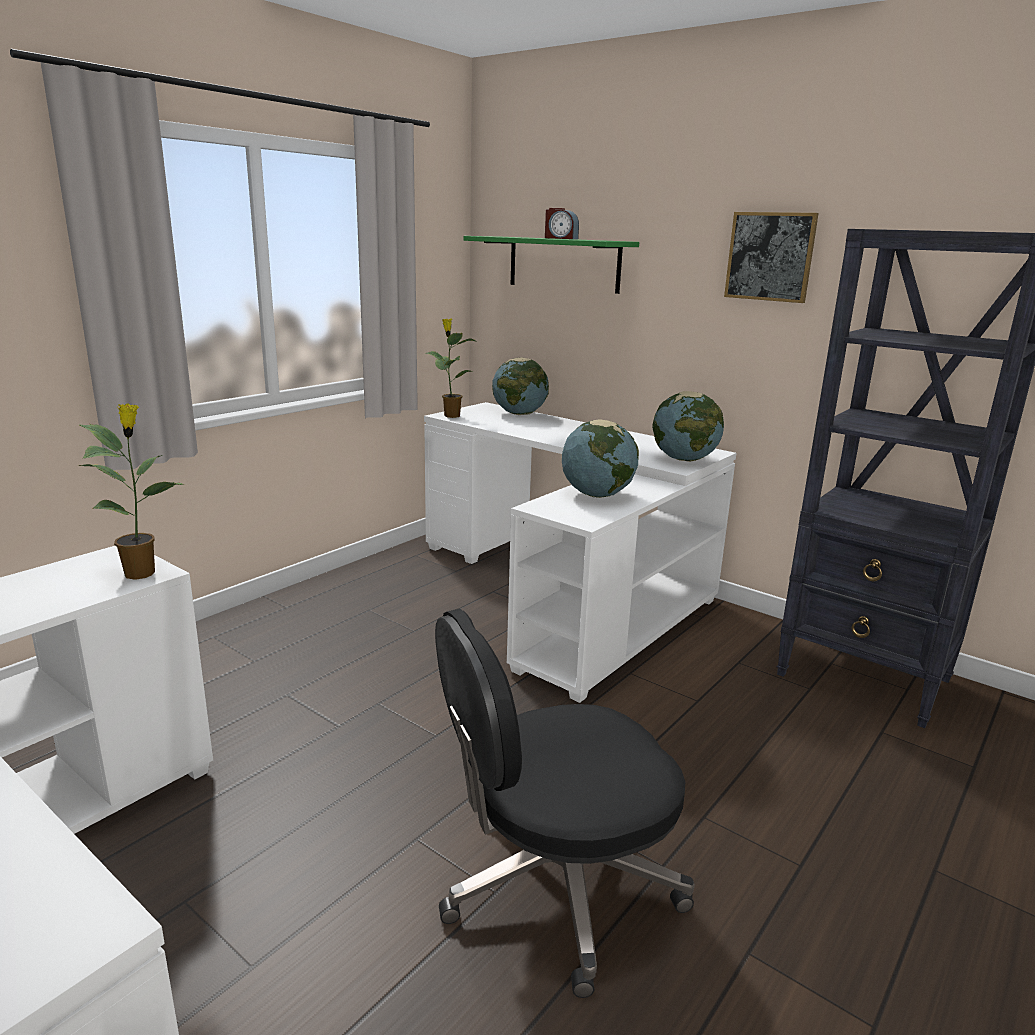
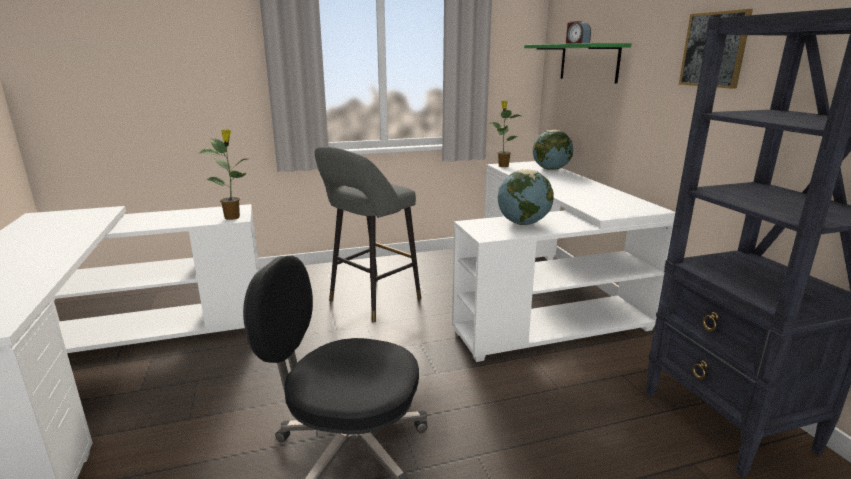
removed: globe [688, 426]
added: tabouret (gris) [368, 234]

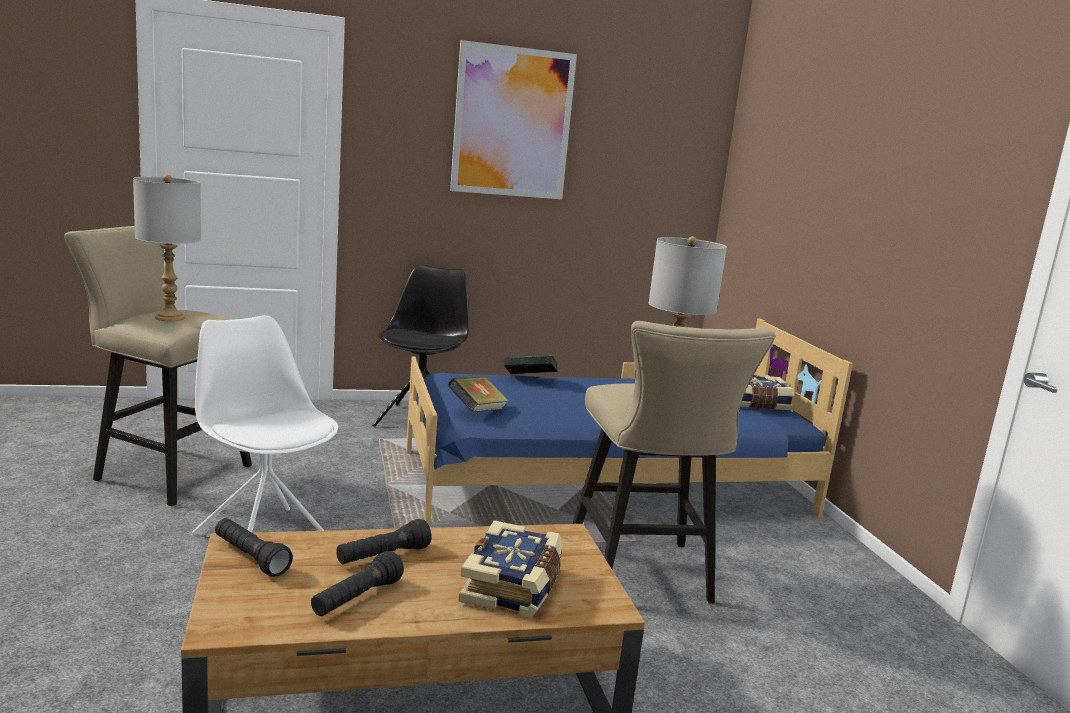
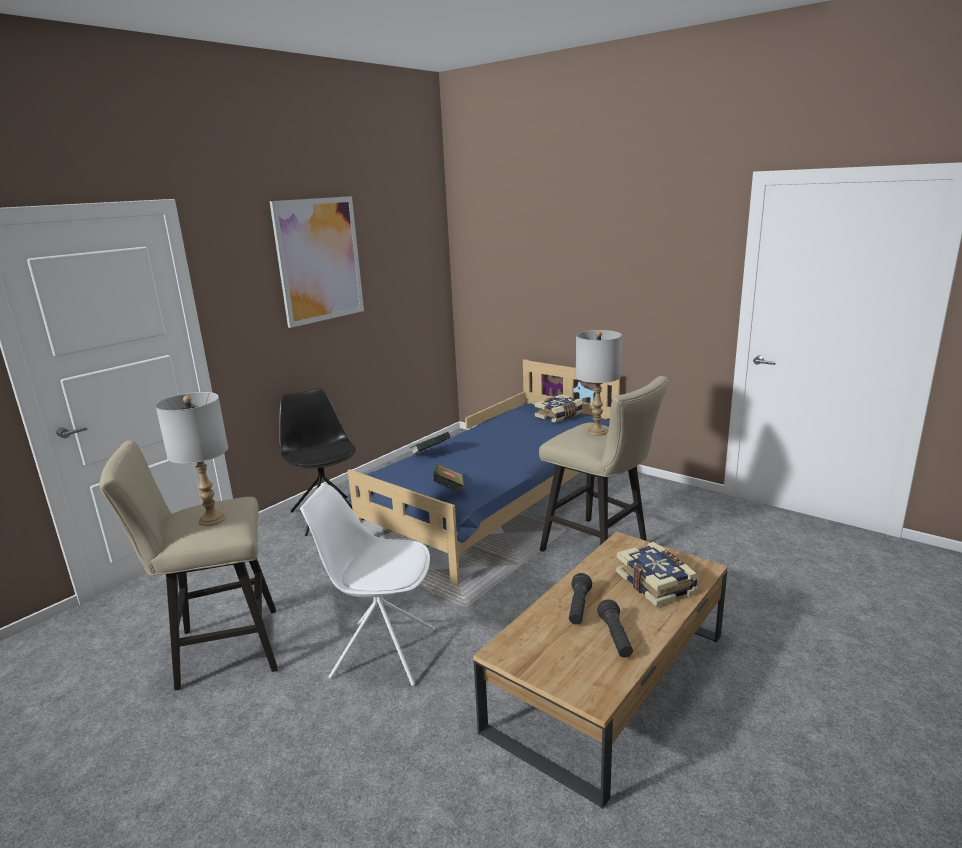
removed: lampe de poche (noir) [254, 547]

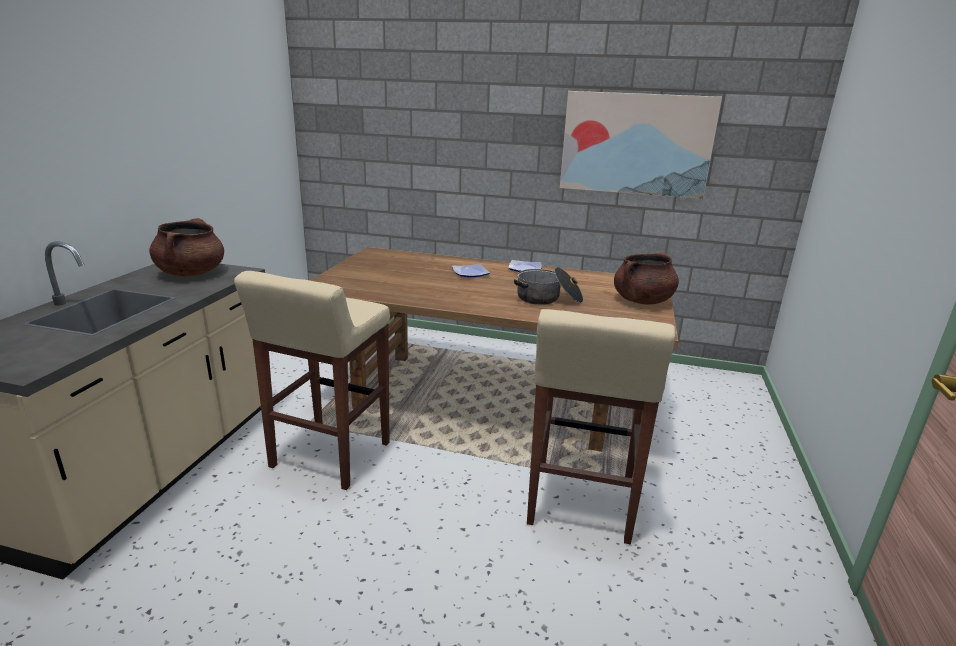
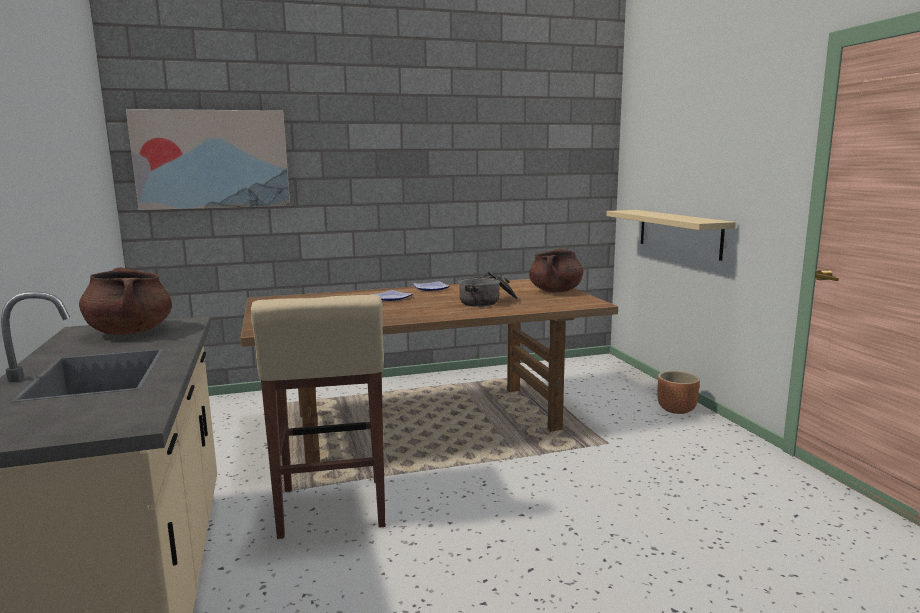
removed: tabouret (beige) [601, 426]
added: étagère (beige) [671, 235]; cache-pot (marron) [678, 392]
moved: tableau [641, 145] to [208, 159]

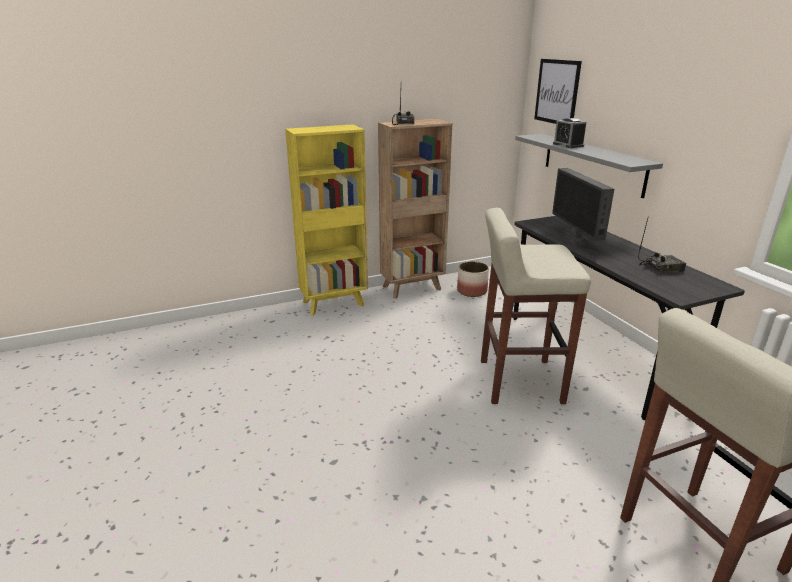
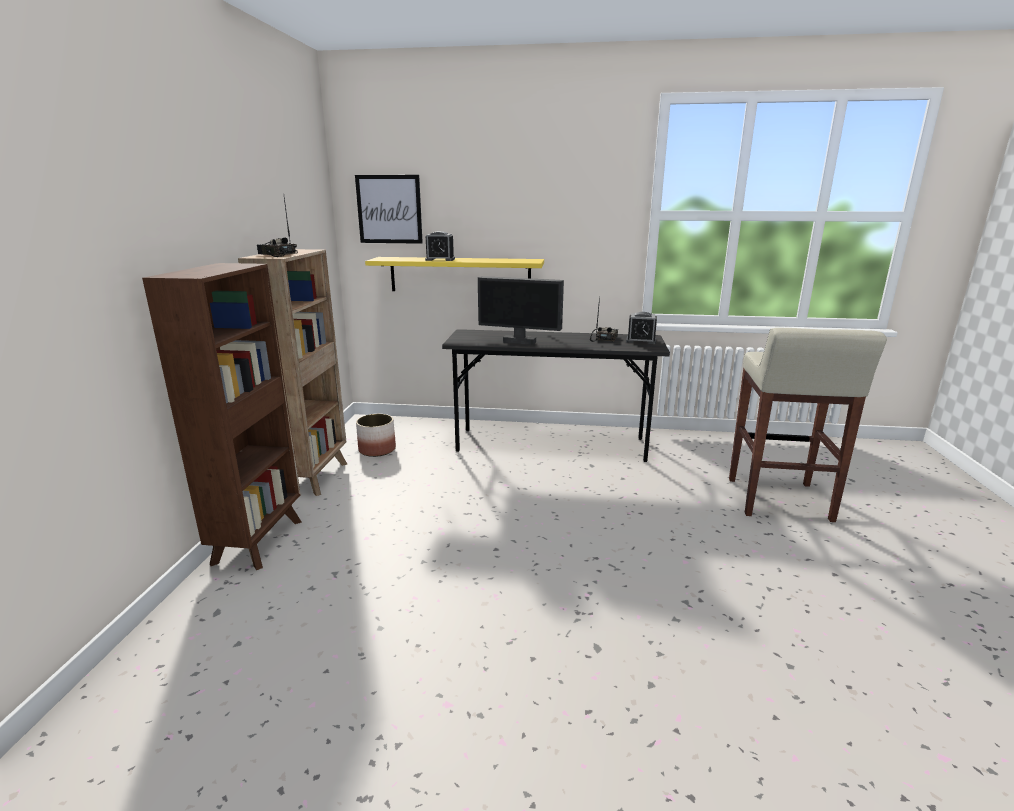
removed: tabouret (beige) [536, 306]
added: réveil [641, 328]
recoloured: bibliothèque (jaune) [326, 220] to bibliothèque (marron) [222, 416]; étagère (gris) [589, 166] to étagère (jaune) [454, 274]

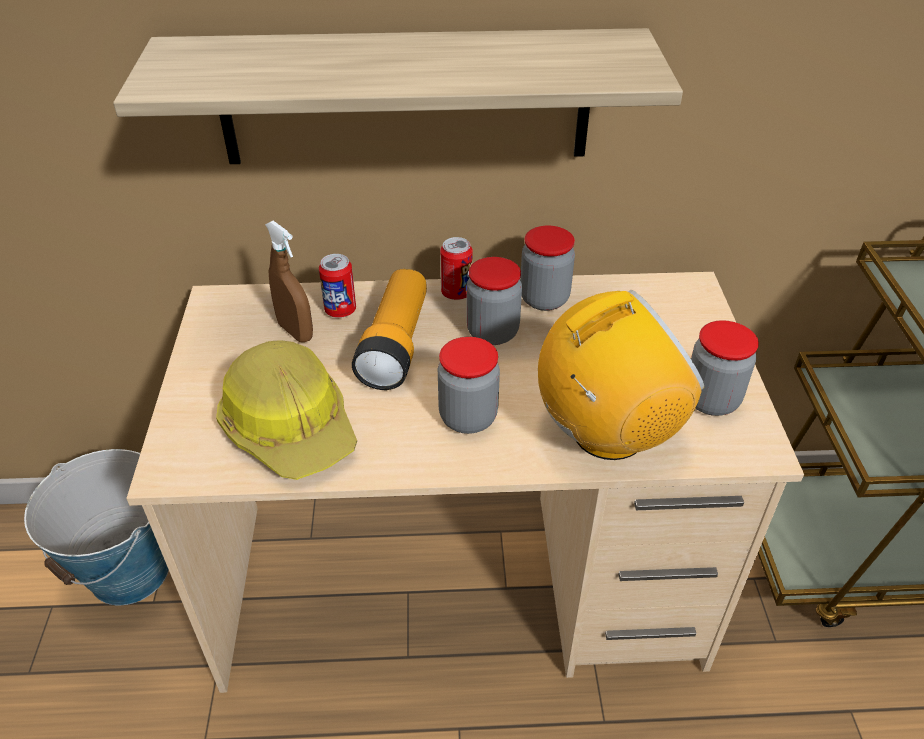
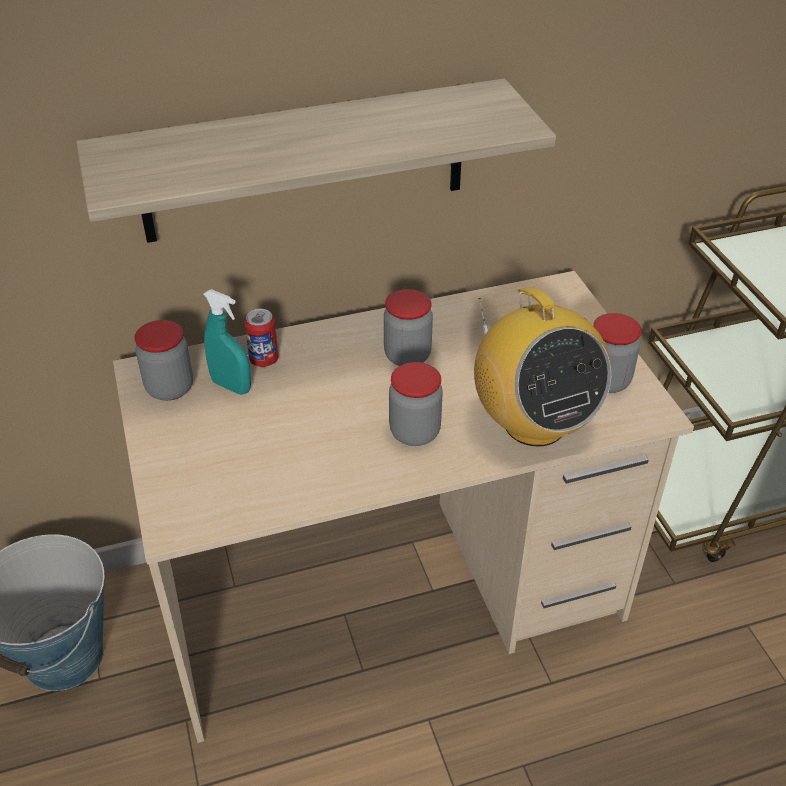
removed: boîte métallique [456, 268]; lampe de poche [389, 329]; casque de chantier [286, 410]
moved: bocal [547, 268] to [163, 360]
recoloured: vaporisateur (marron) [289, 281] to vaporisateur (turquoise) [227, 342]
turned: radio [621, 375] = [542, 366] 105 degrees clockwise

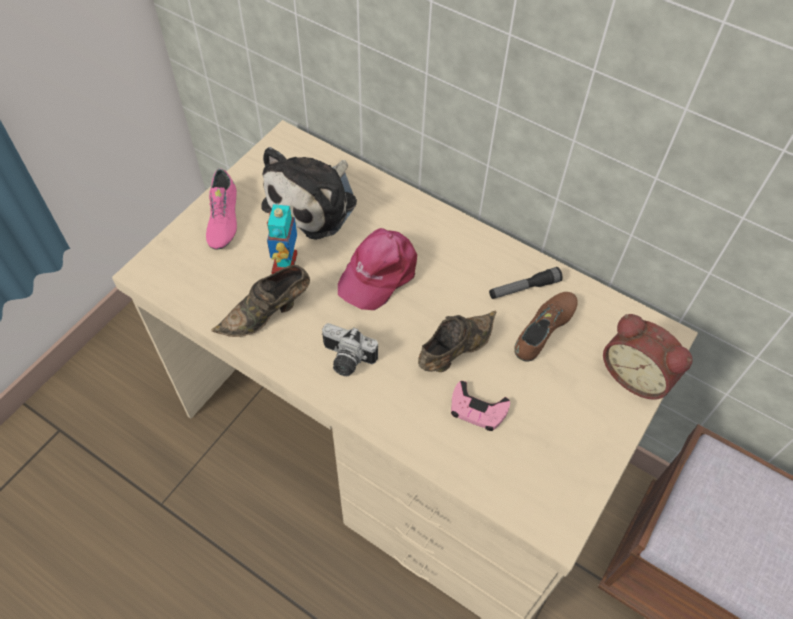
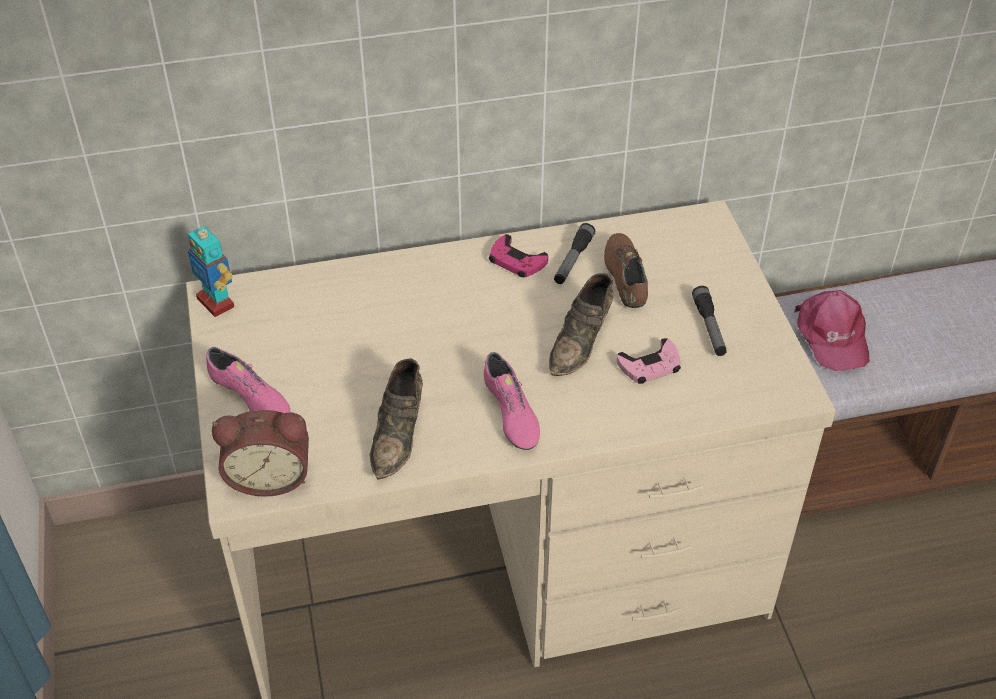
removed: peluche [309, 193]
added: manette (rose) [518, 255]; lampe de poche [709, 321]
moved: robot jouet [282, 238] to [211, 270]; casquette (rose) [377, 269] to [831, 330]; réveil [648, 357] to [260, 453]
replaced: appareil photo [350, 349] to chaussure (rose) [512, 401]
turned: chaussure (marron) [457, 341] = [581, 324] 150 degrees counterclockwise

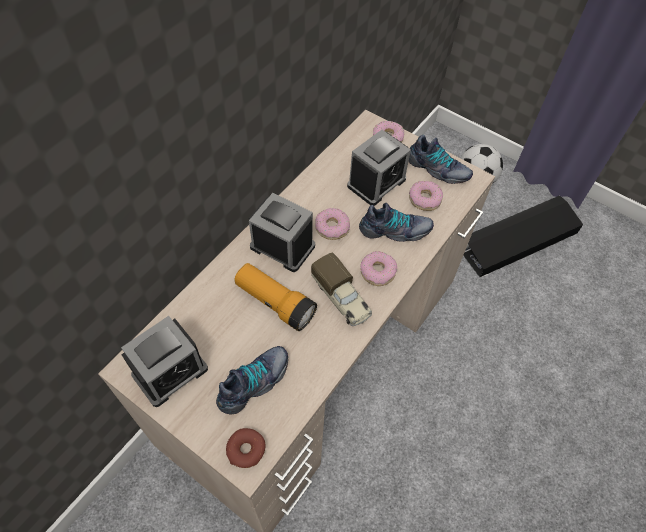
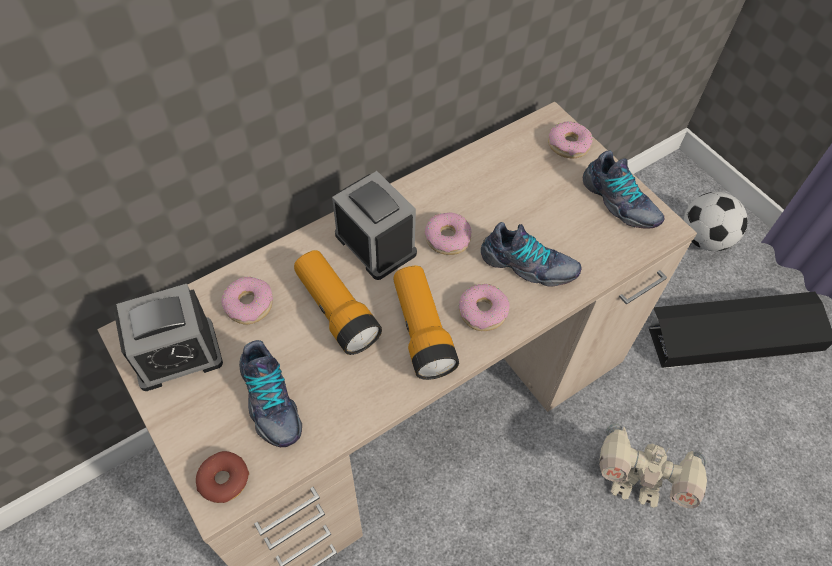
removed: réveil [379, 168]
added: robot jouet [653, 465]
moved: beignet [426, 196] to [247, 300]
replaced: camion jouet [341, 289] to lampe de poche [426, 323]
turned: chaussure [252, 380] = [270, 393] 90 degrees clockwise

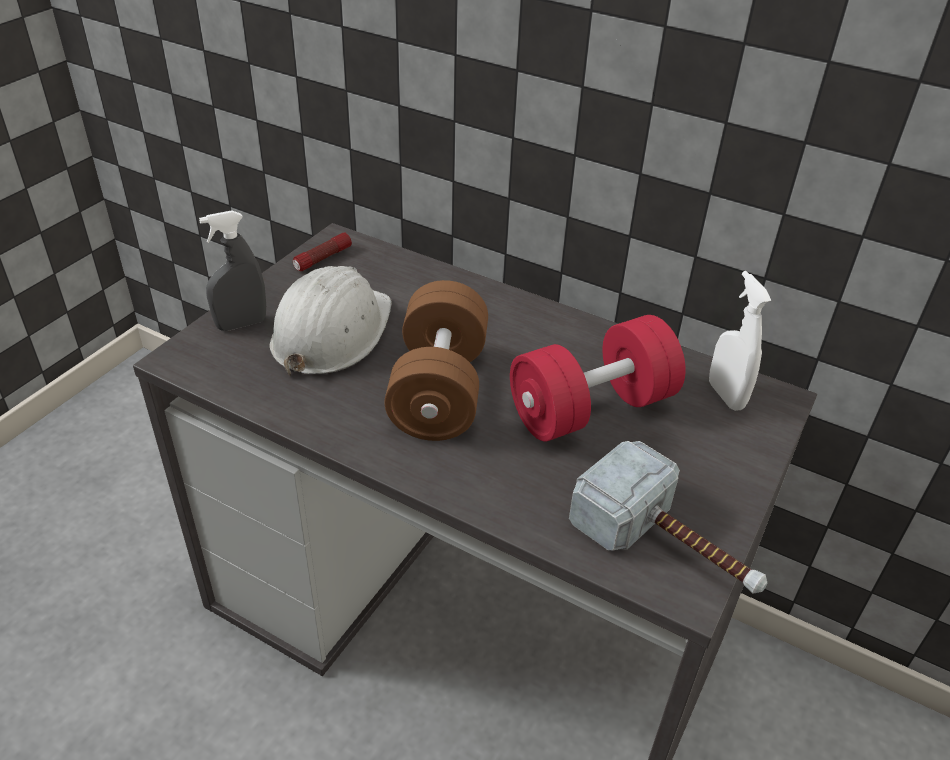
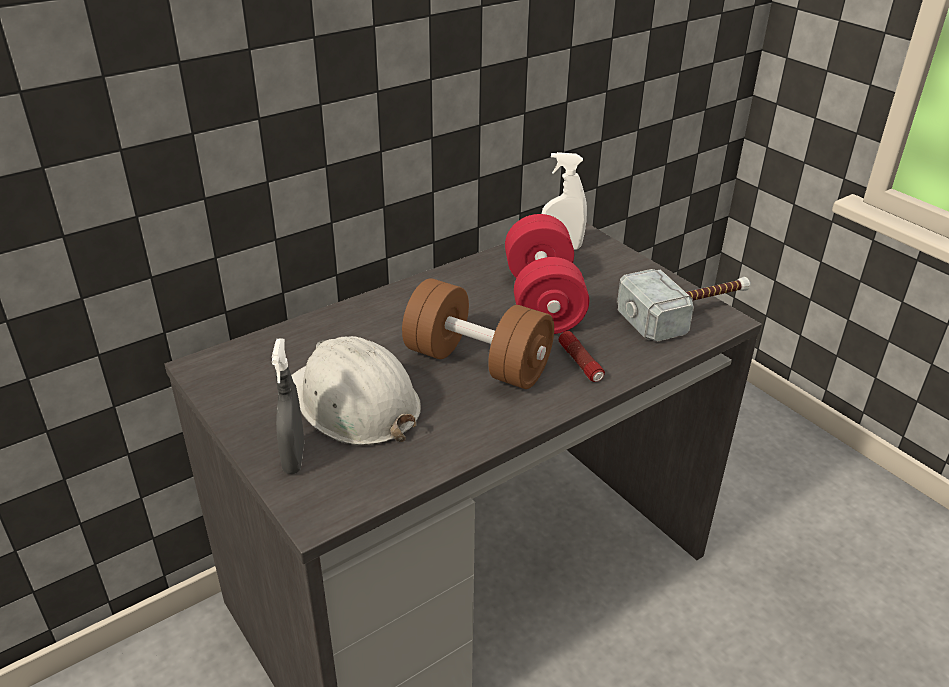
moved: lampe de poche [322, 251] to [582, 356]

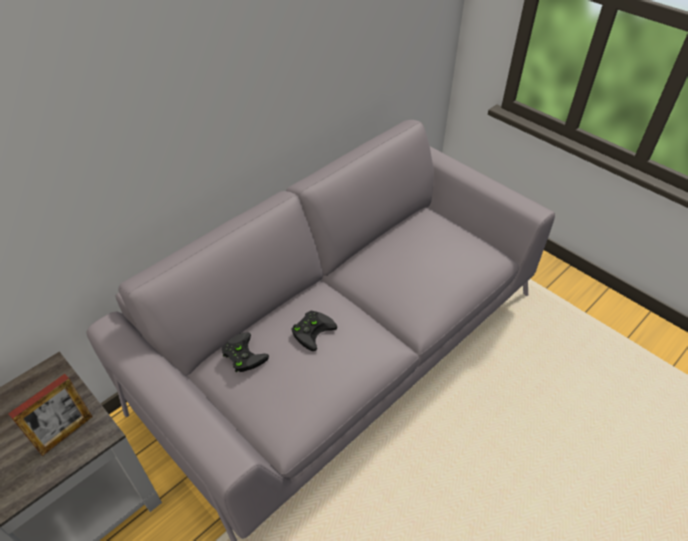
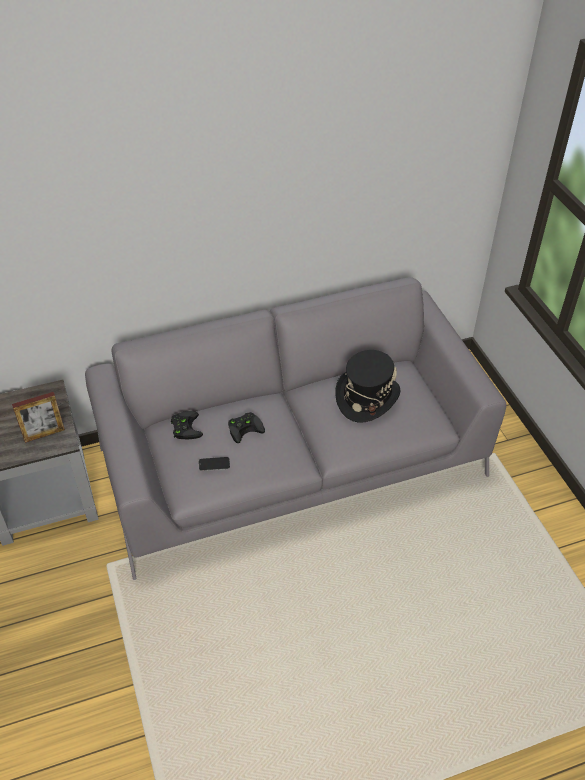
added: chapeau (noir) [368, 386]; téléphone [214, 464]

